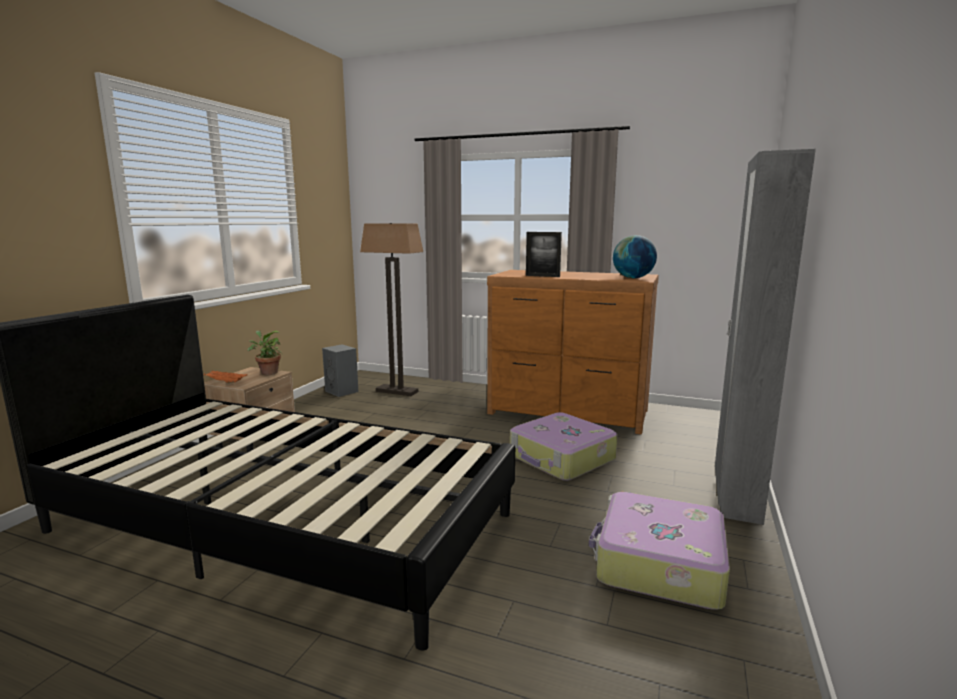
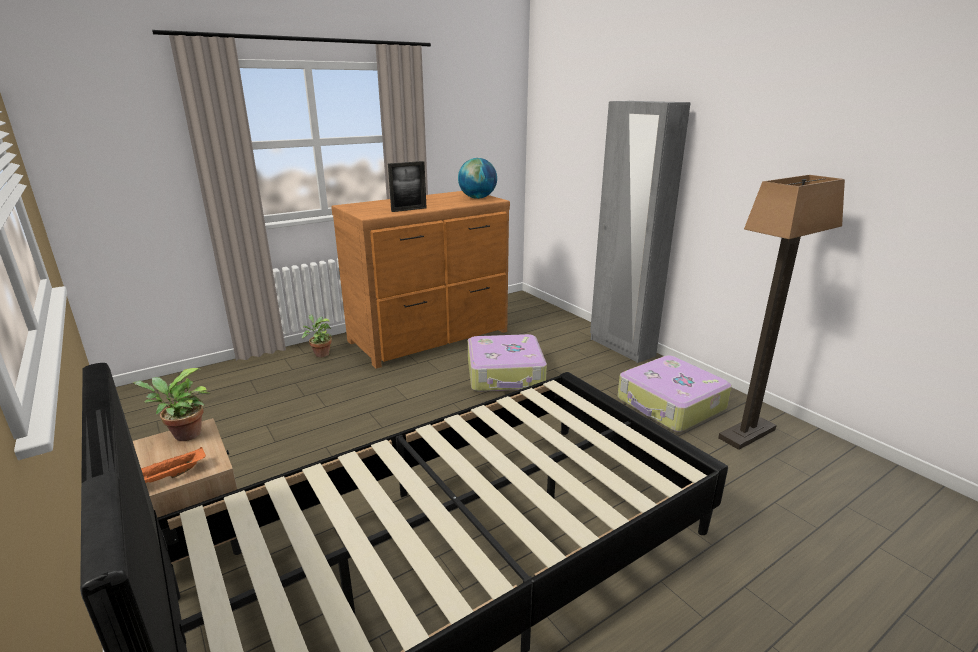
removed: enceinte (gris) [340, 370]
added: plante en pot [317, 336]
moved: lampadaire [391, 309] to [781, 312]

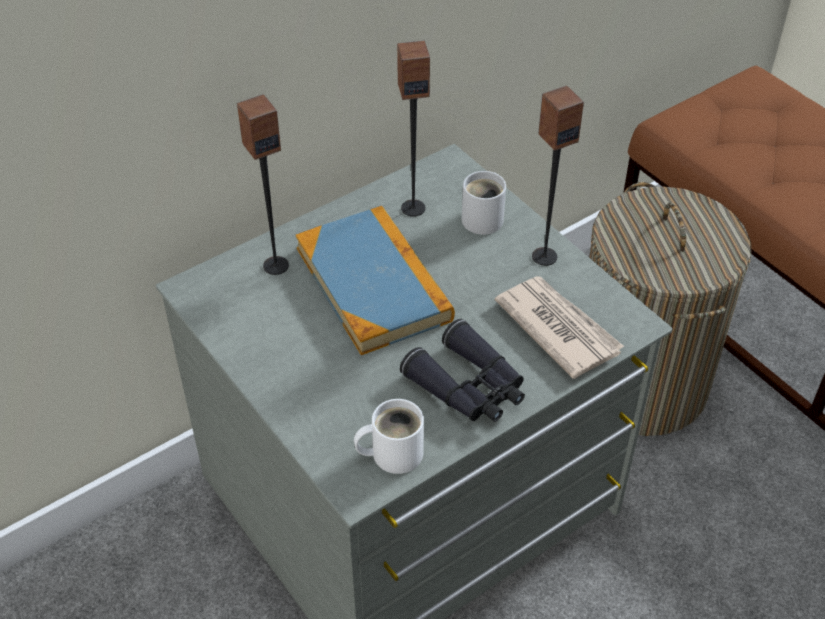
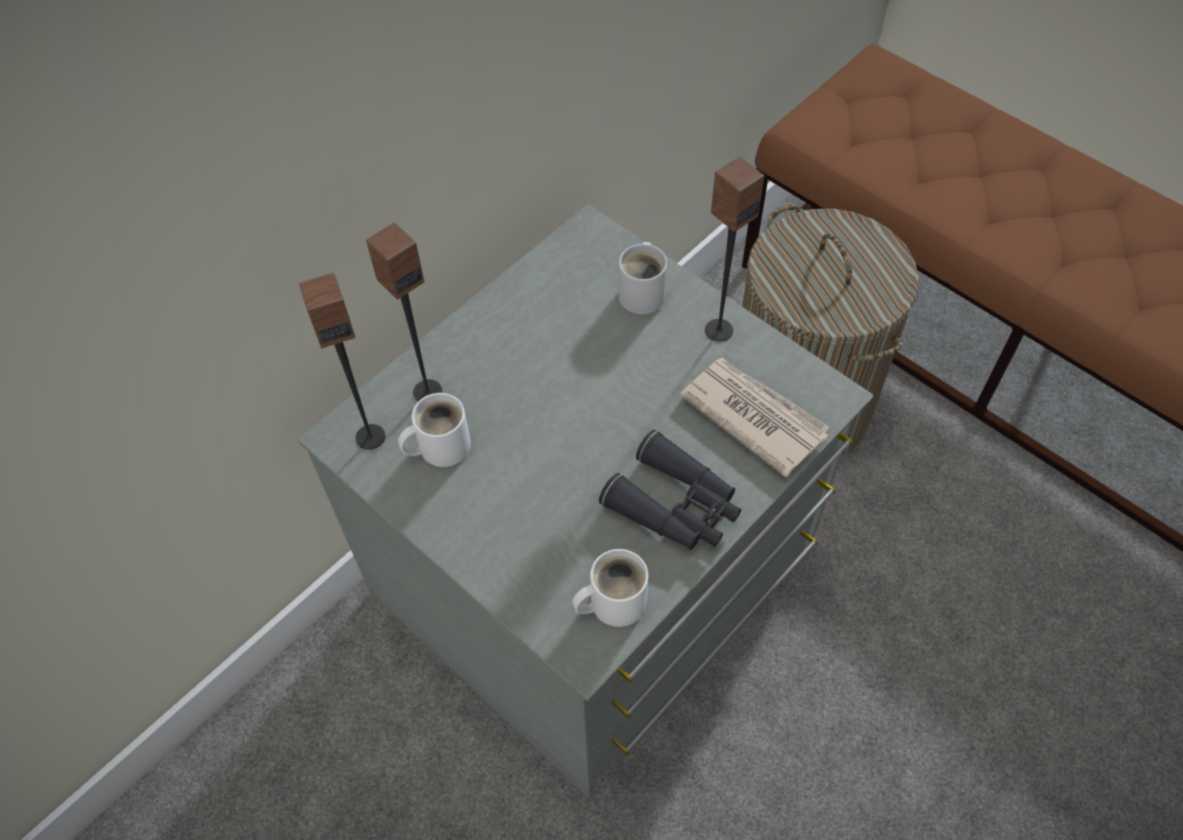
removed: livre [375, 280]
added: mug (blanc) [434, 430]
moved: enceinte [413, 128] to [342, 361]

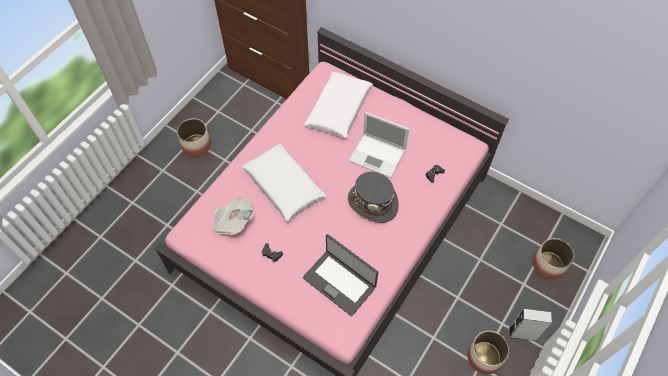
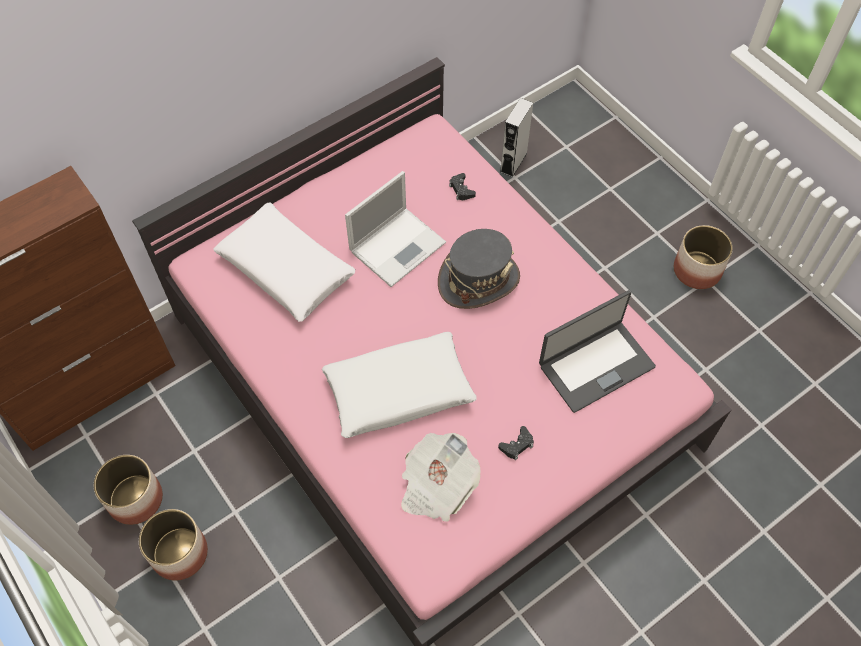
moved: cache-pot [553, 259] to [128, 490]; enceinte (gris) [530, 325] to [516, 137]

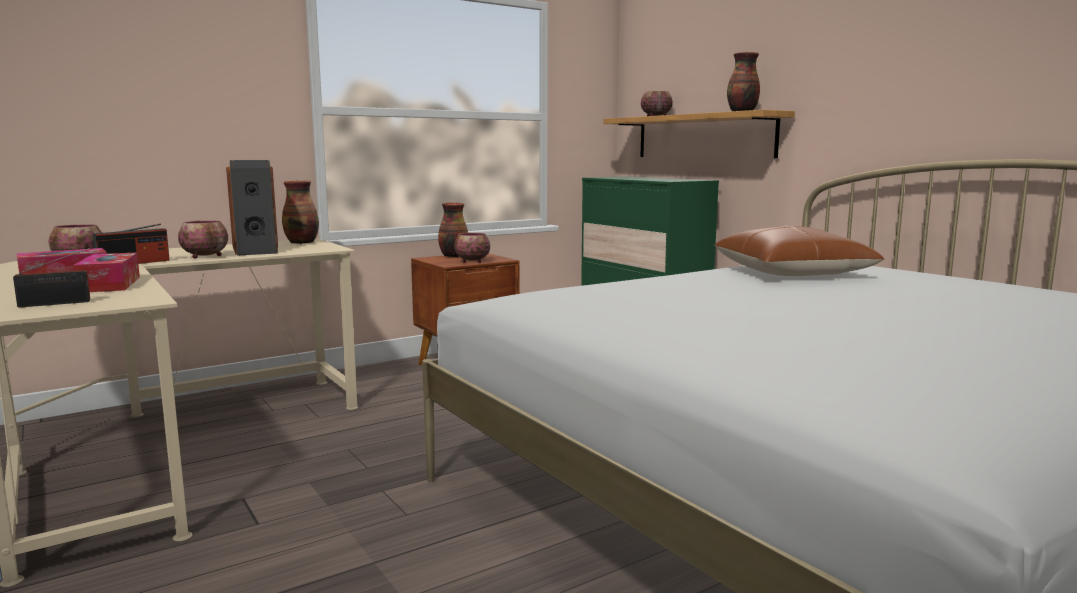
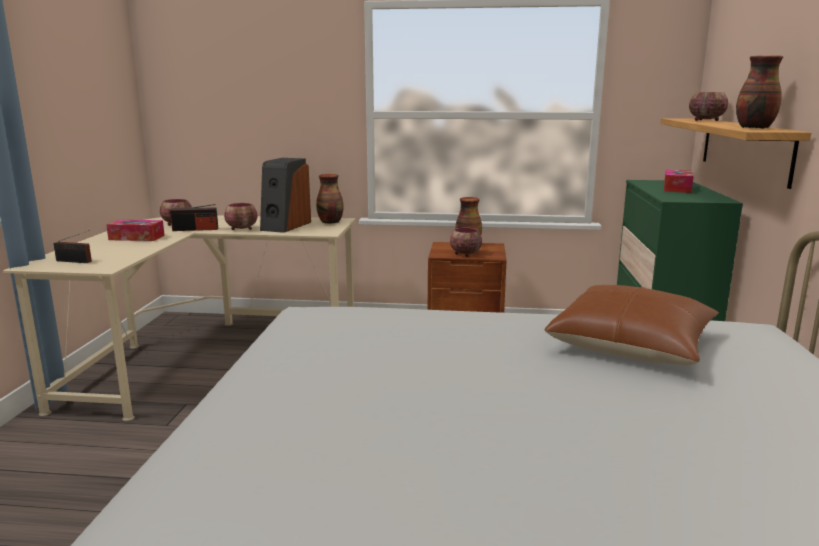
moved: boîte à mouchoirs [106, 272] to [679, 181]

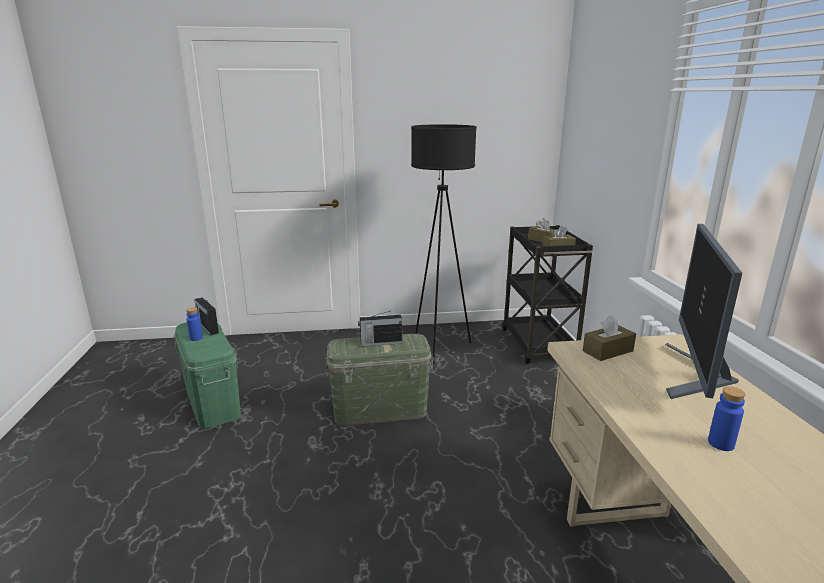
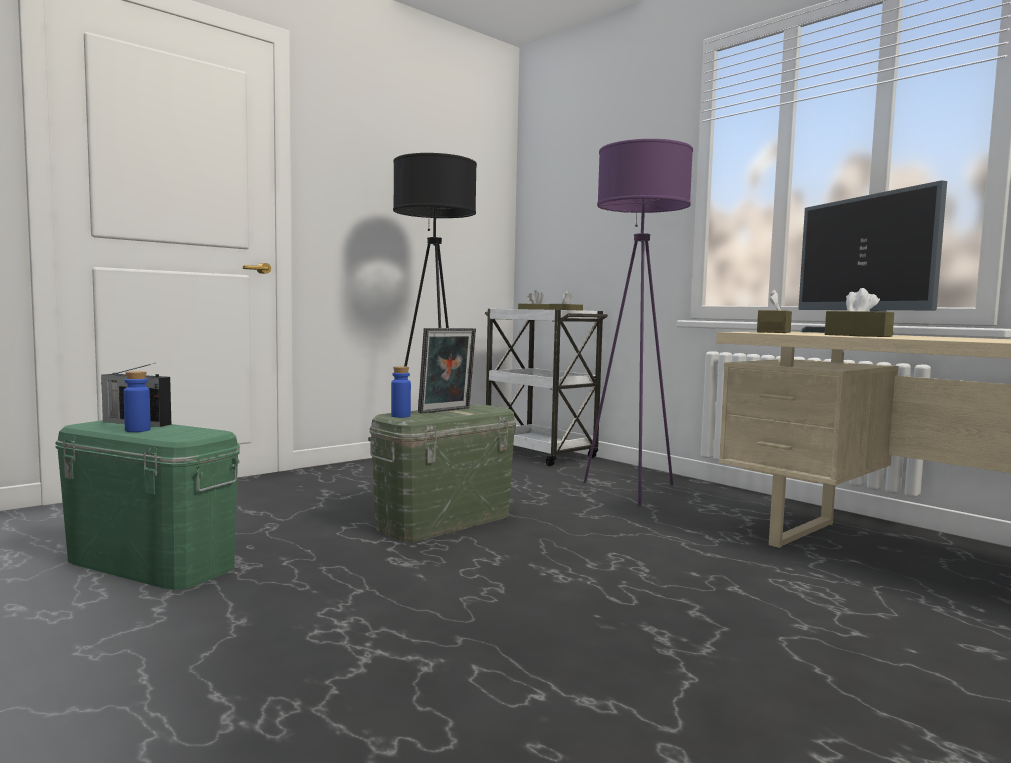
added: lampadaire (violet) [638, 322]; boîte à mouchoirs (marron) [859, 312]
moved: bouteille (bleu) [727, 418] to [401, 392]
replaced: radio [380, 328] to cadre photo [447, 370]
recoloured: chariot (noir) [547, 294] to chariot (blanc) [546, 387]

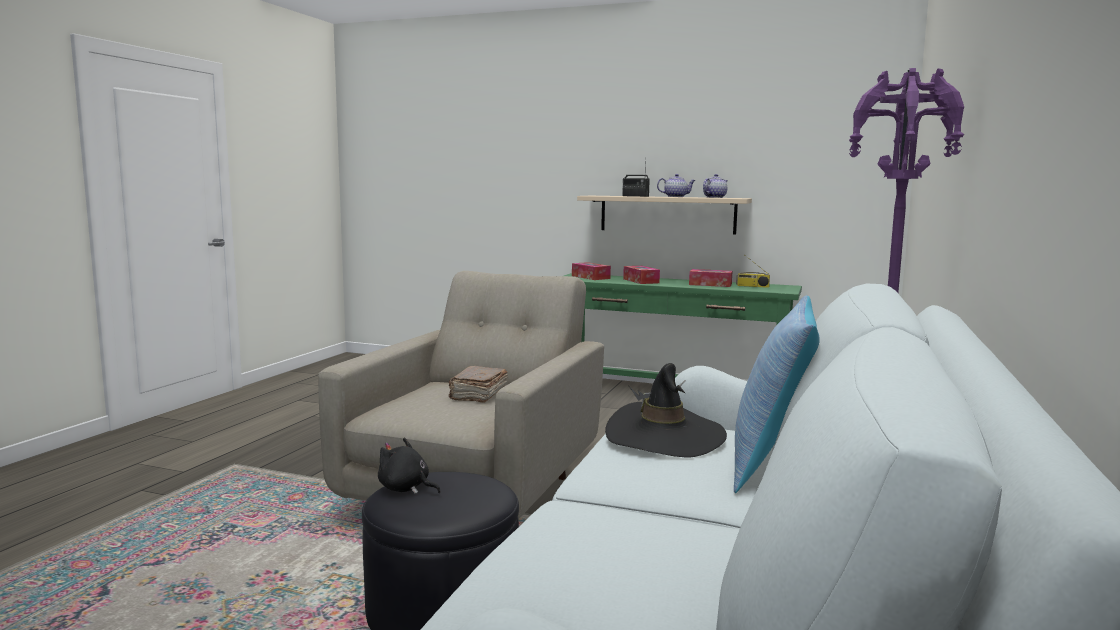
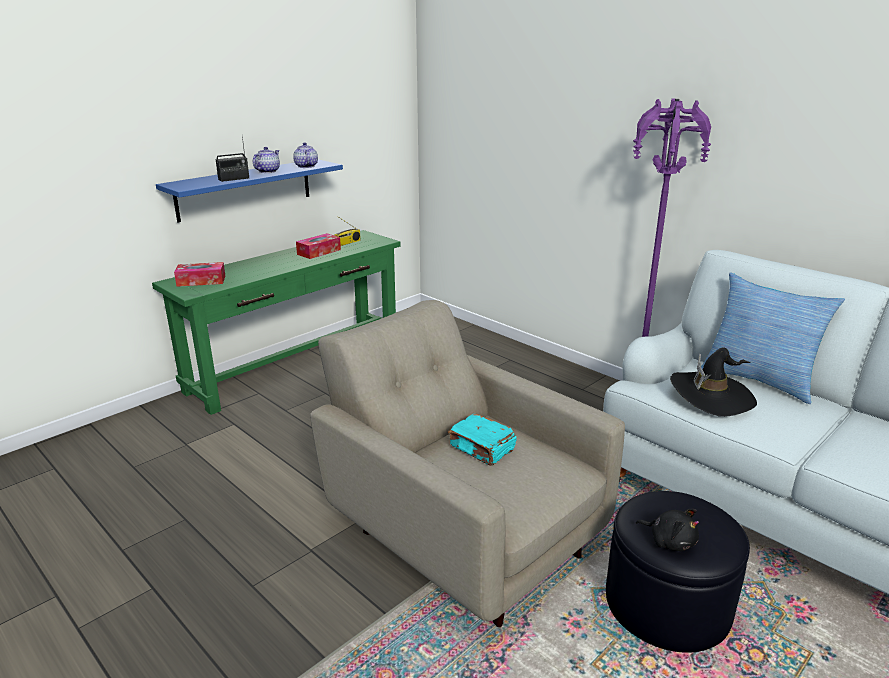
removed: boîte à mouchoirs [641, 275]
recoloured: étagère (beige) [664, 215] to étagère (bleu) [249, 190]; livre (marron) [478, 384] to livre (turquoise) [482, 439]
turned: peluche (noir) [409, 466] = [667, 530] 105 degrees counterclockwise

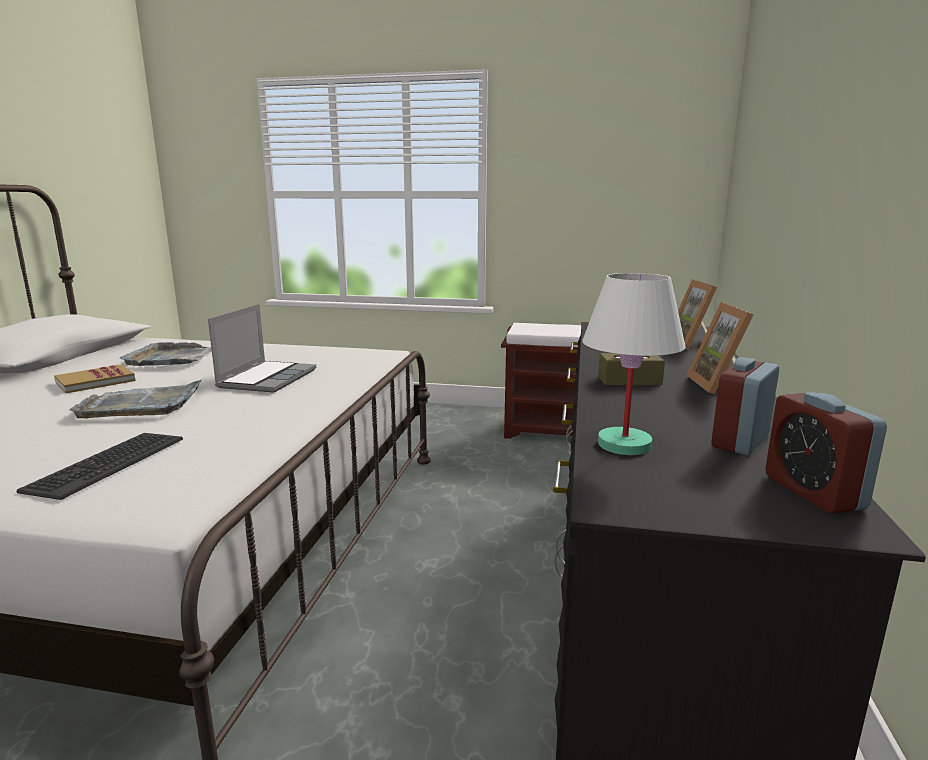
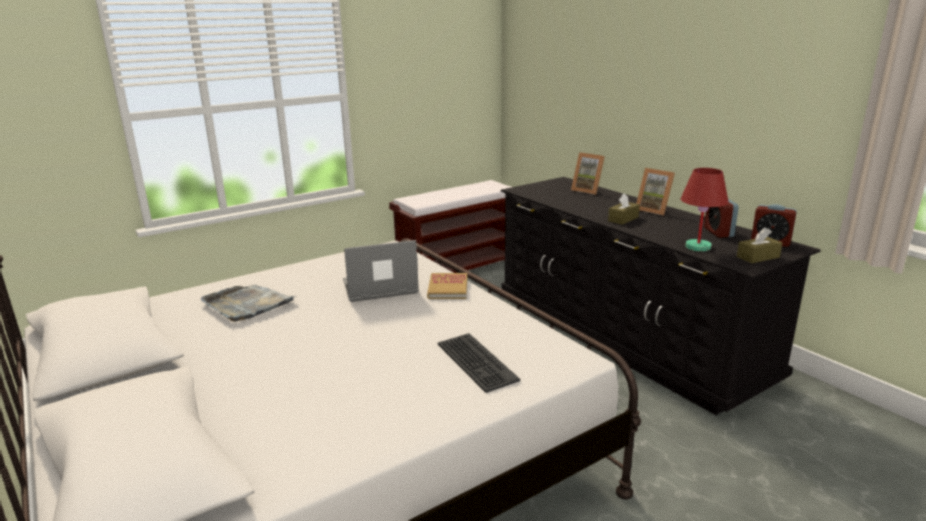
removed: plateau (gris) [135, 399]
added: boîte à mouchoirs (marron) [759, 245]
moved: livre [94, 379] to [447, 286]
recoloured: lampe de table (blanc) [634, 364] to lampe de table (rouge) [704, 210]
turned: ordinateur portable [262, 348] = [381, 271] 75 degrees counterclockwise

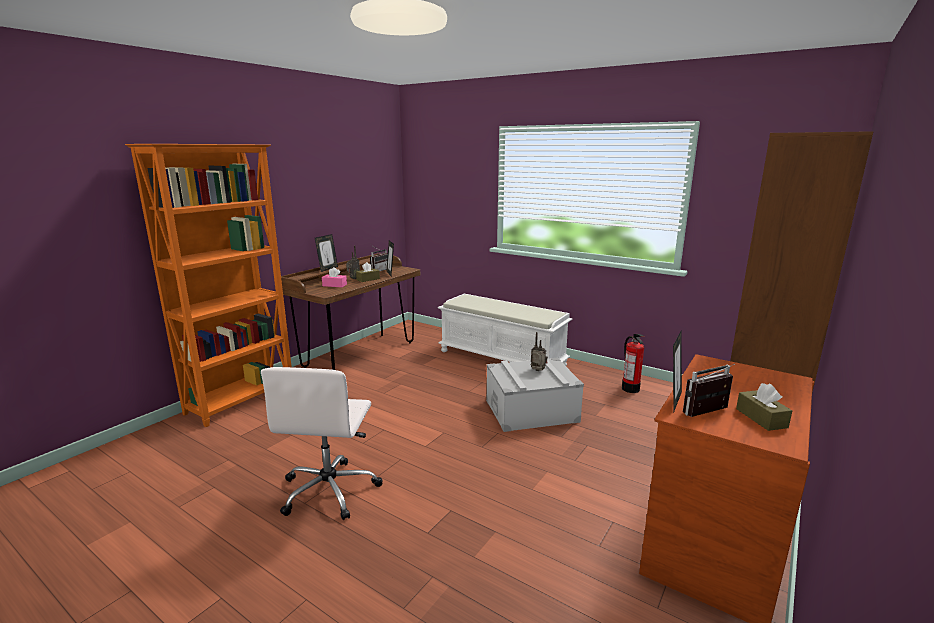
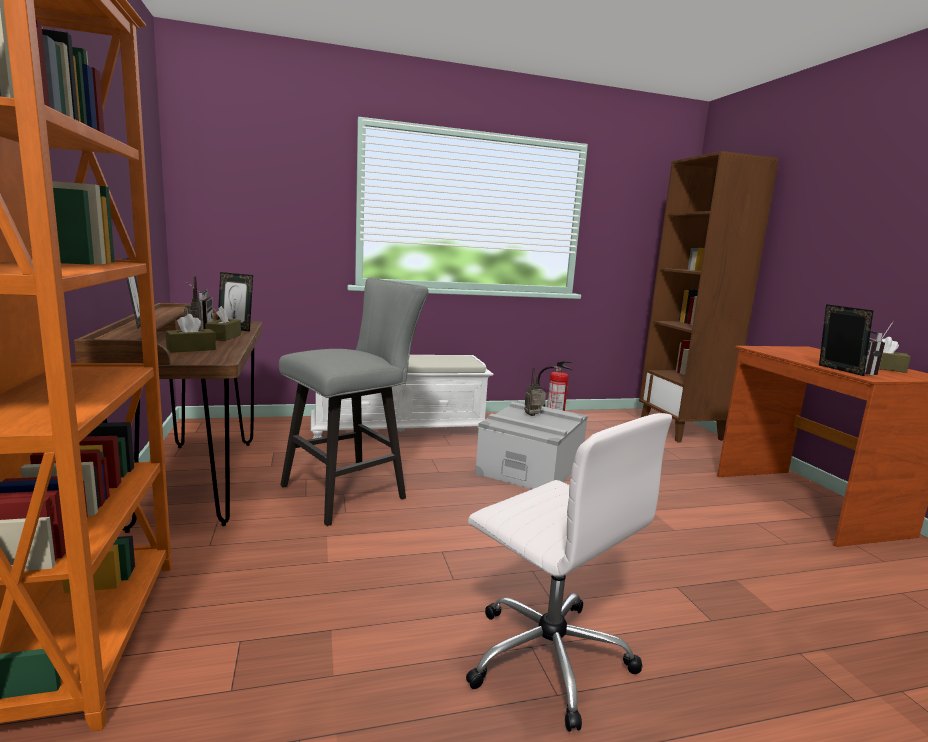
added: tabouret (gris) [354, 402]
recoloured: boîte à mouchoirs (rose) [334, 277] to boîte à mouchoirs (marron) [190, 333]

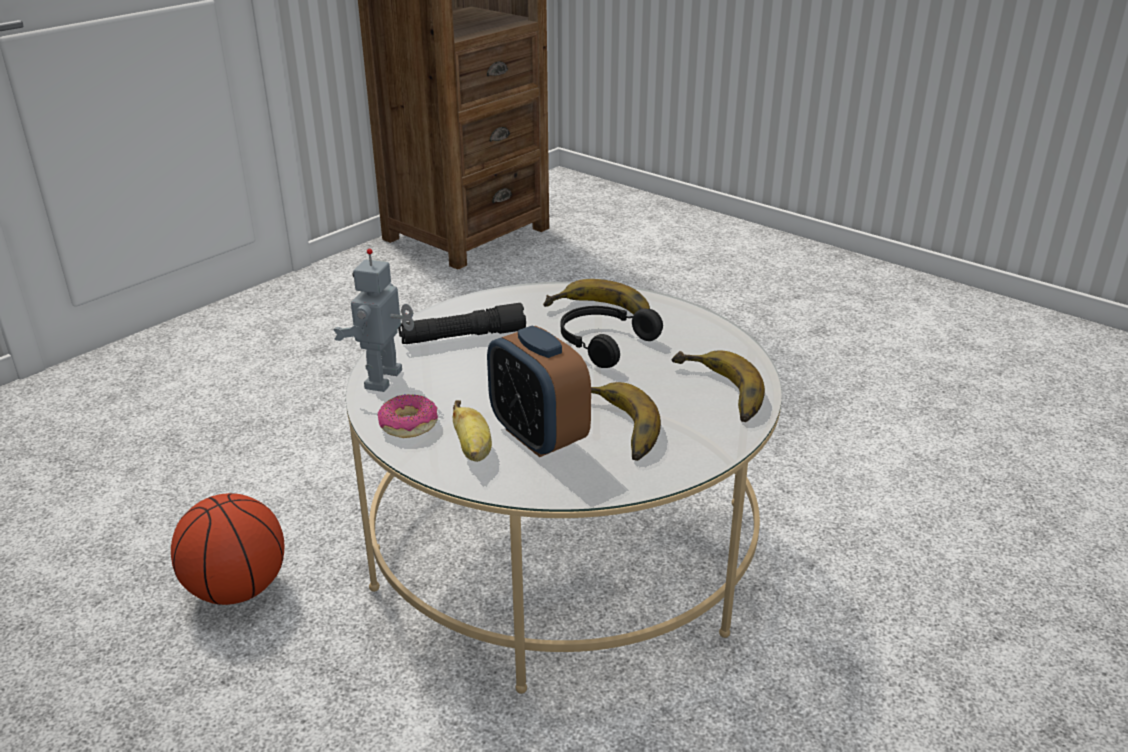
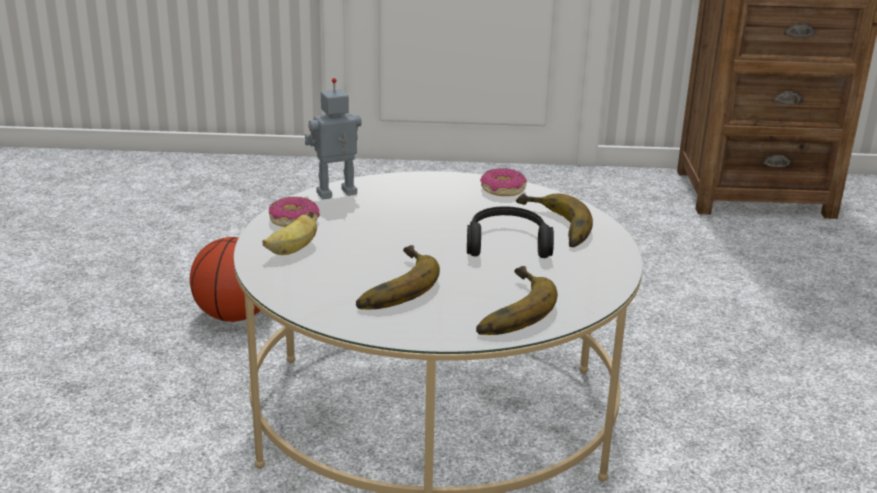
removed: lampe de poche (noir) [462, 323]; réveil [539, 391]
added: beignet [503, 182]

